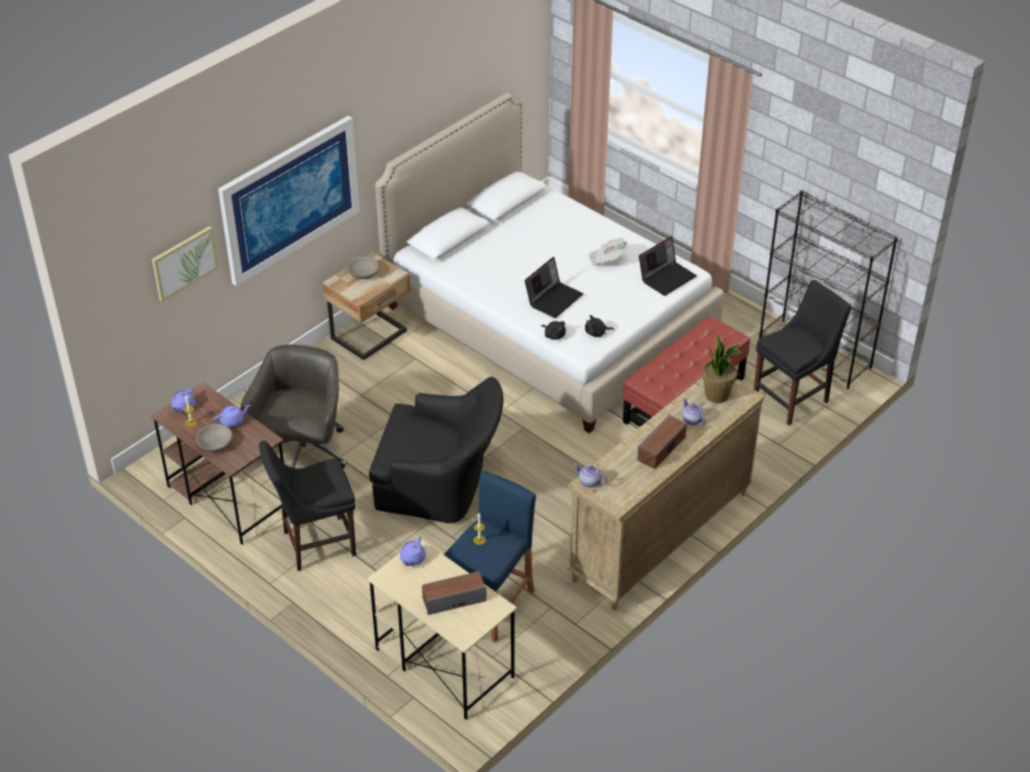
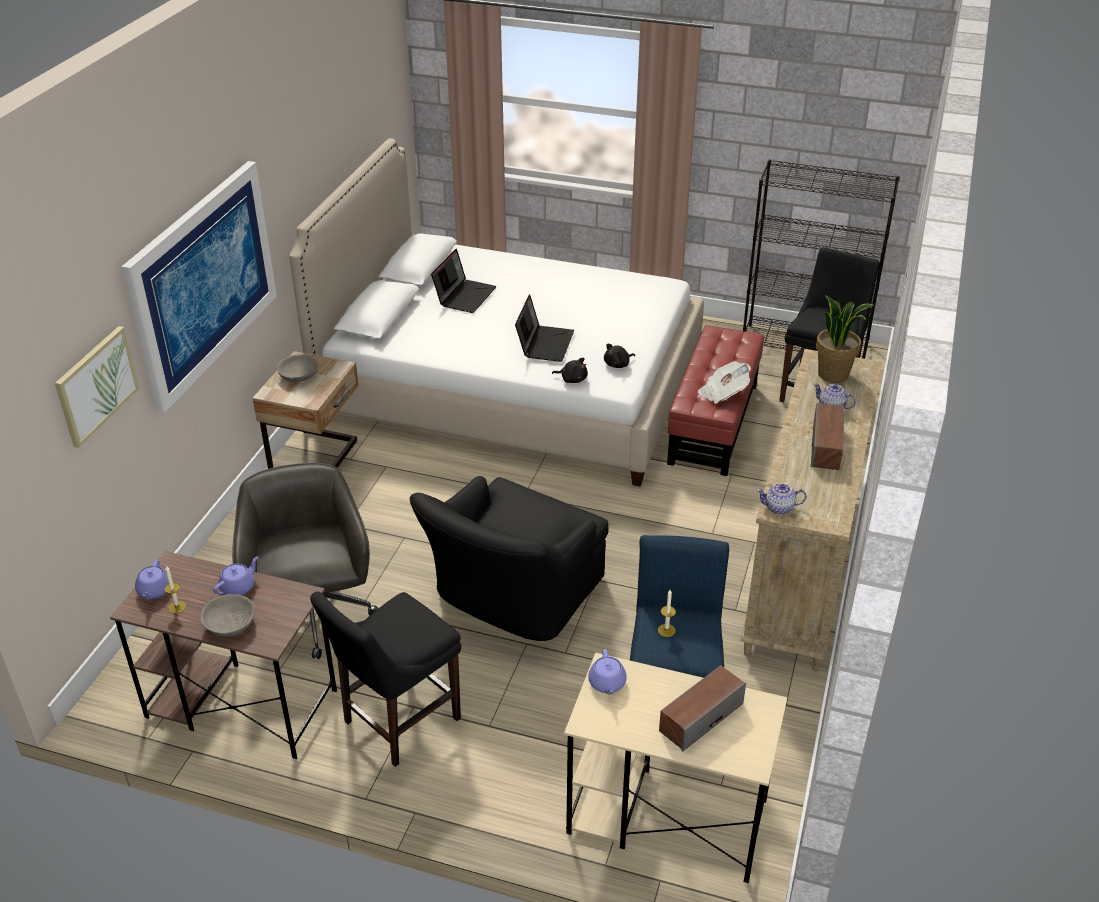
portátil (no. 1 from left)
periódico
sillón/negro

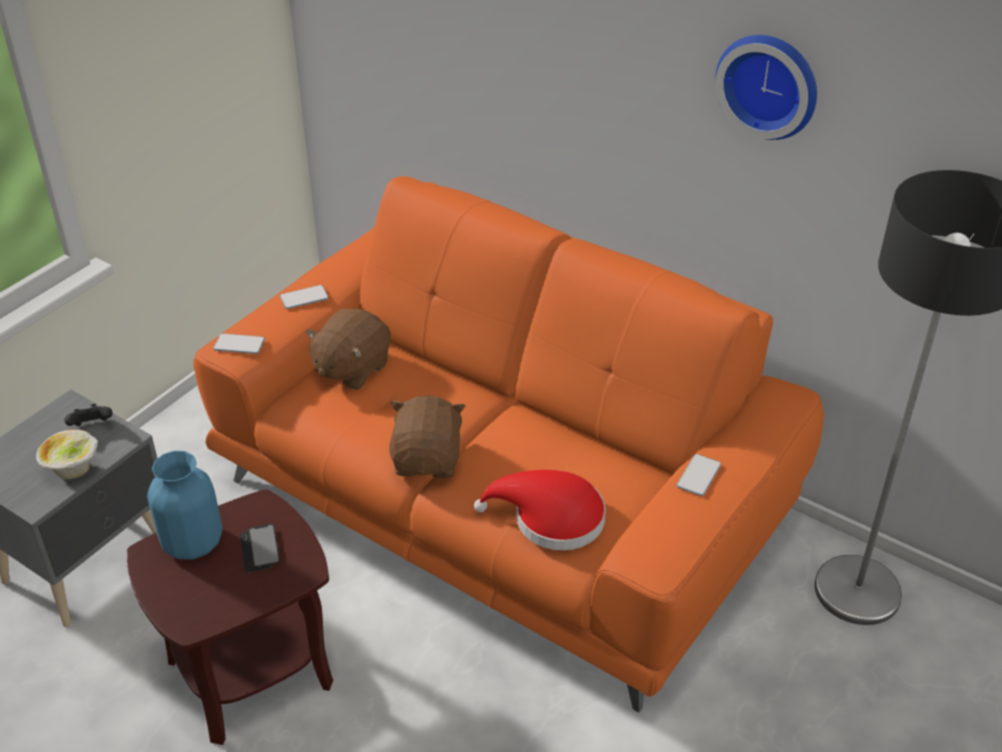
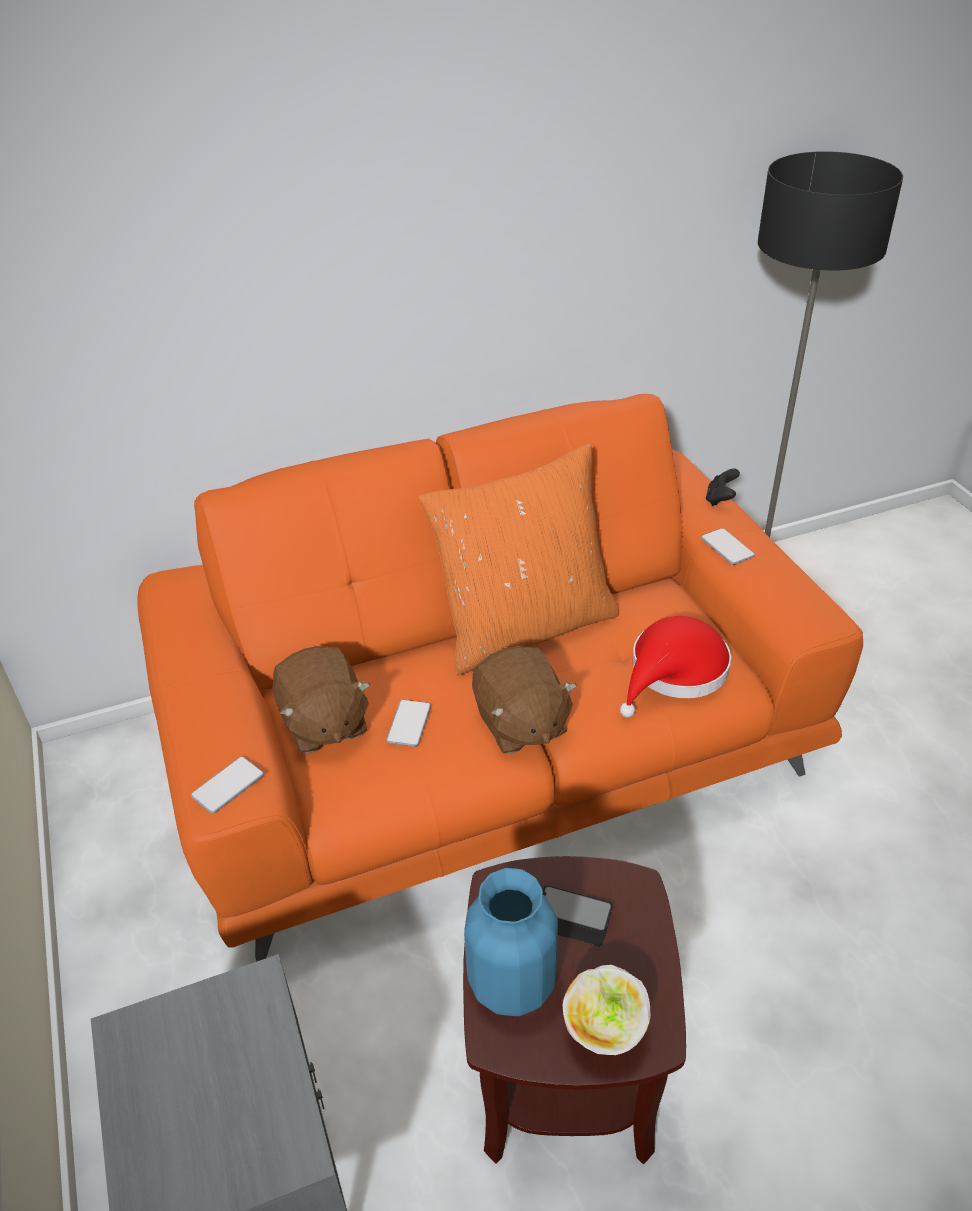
reloj de pared
móvil (no. 2 from left)
peluche/marrón (no. 2 from left)
mando de consola/negro
cuenco
cojín/naranja

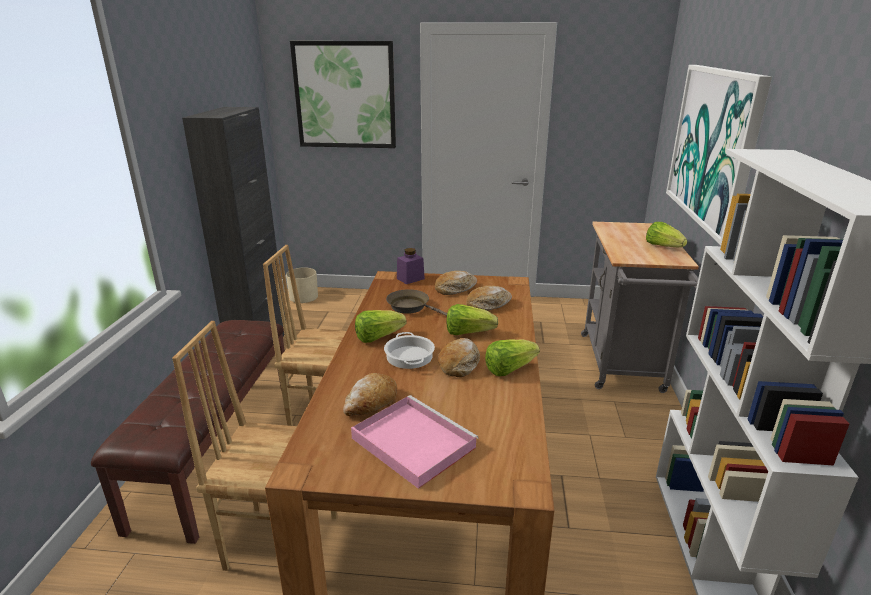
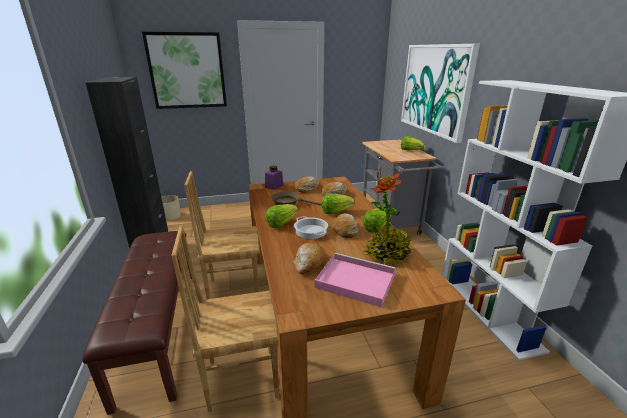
planta en maceta

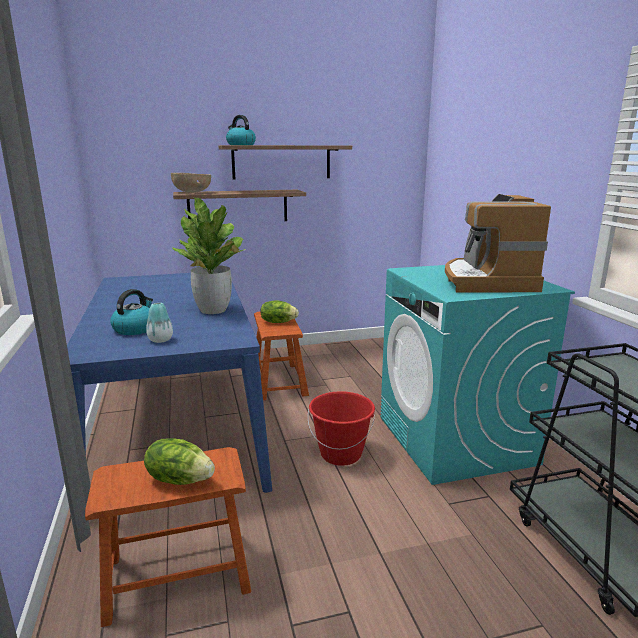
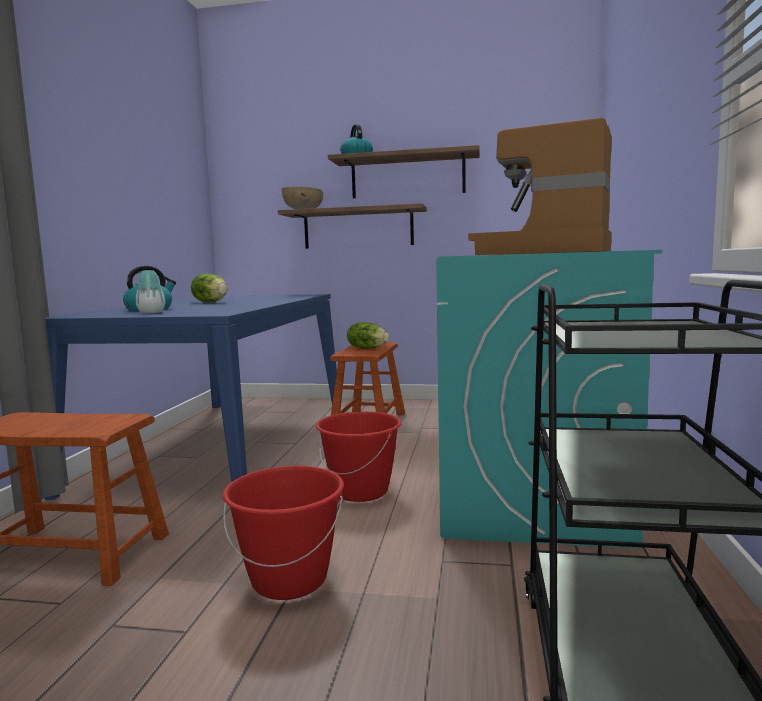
planta en maceta
lechuga (no. 1 from left)
cubo/rojo (no. 1 from left)

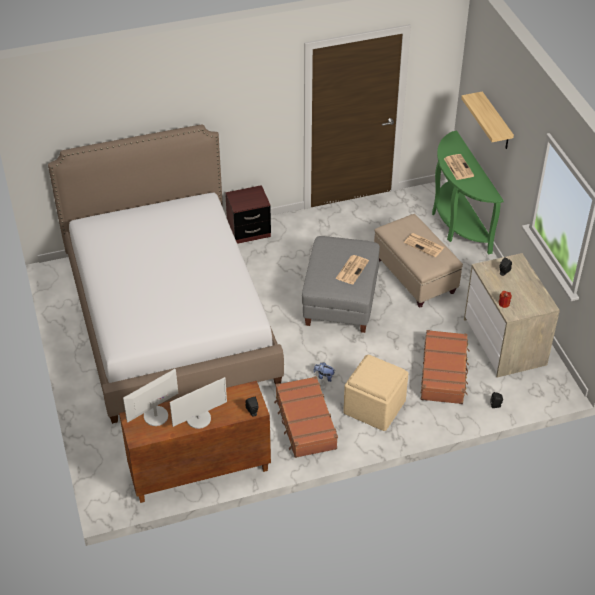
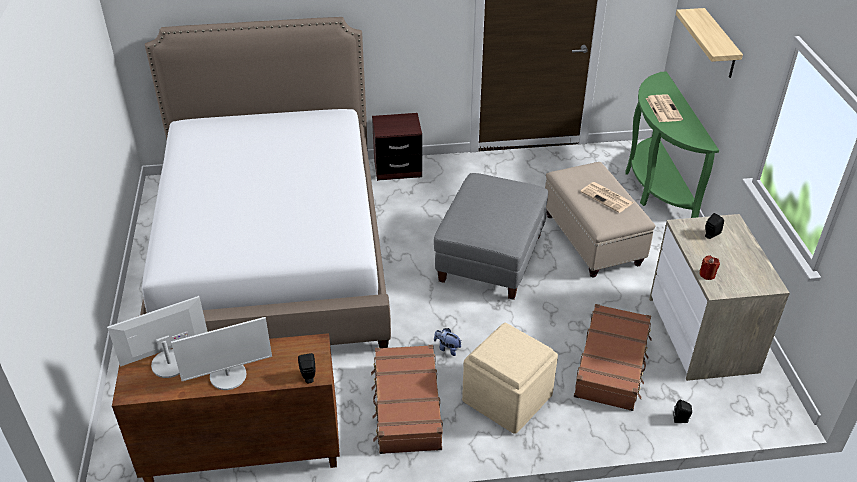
periódico (no. 1 from left in the first image)

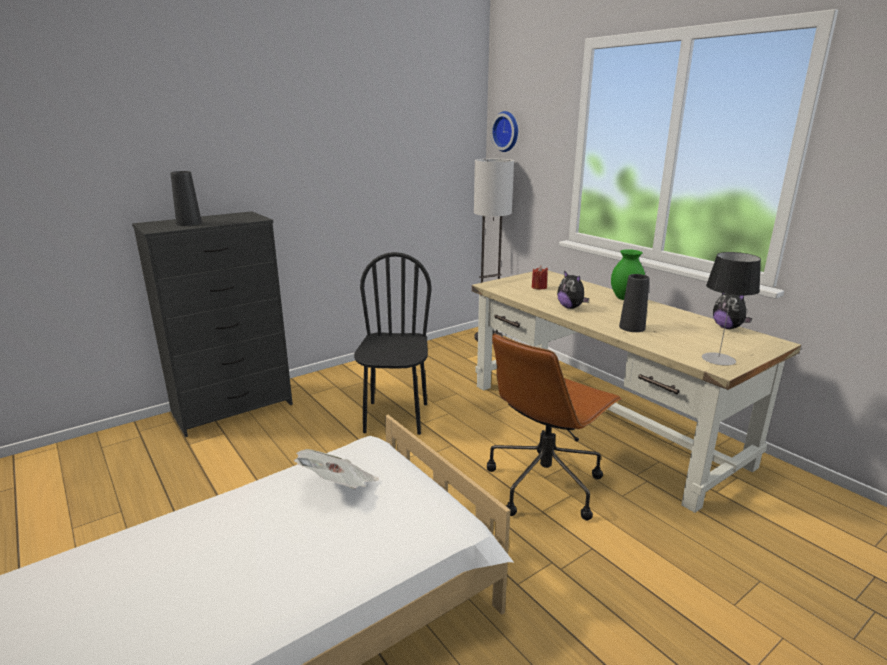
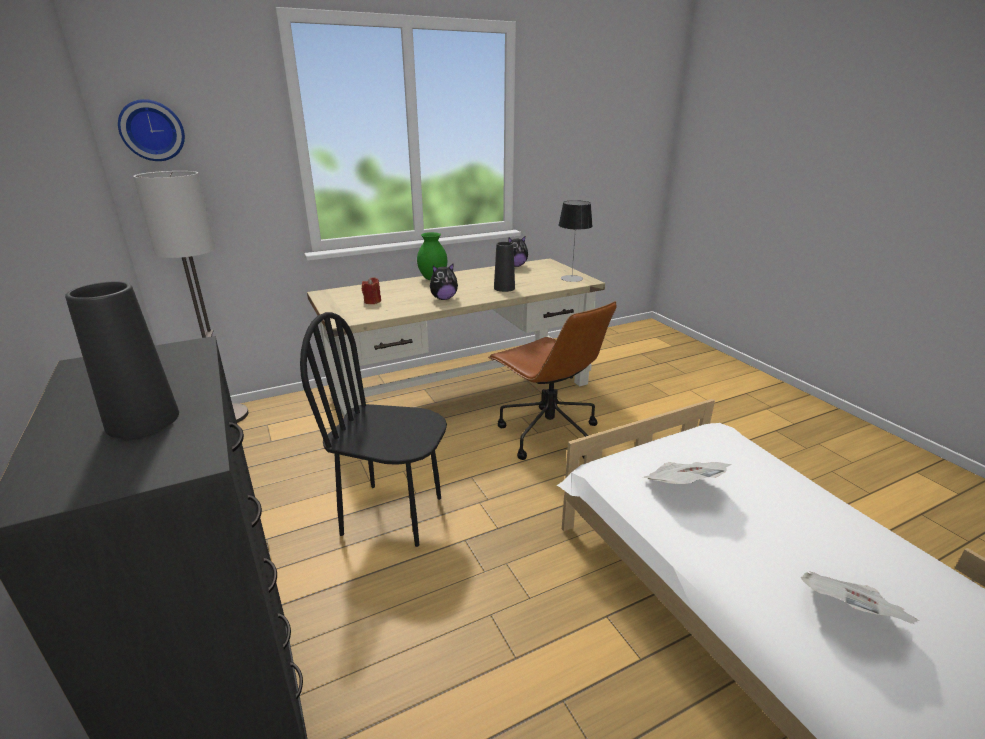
periódico (no. 2 from left)

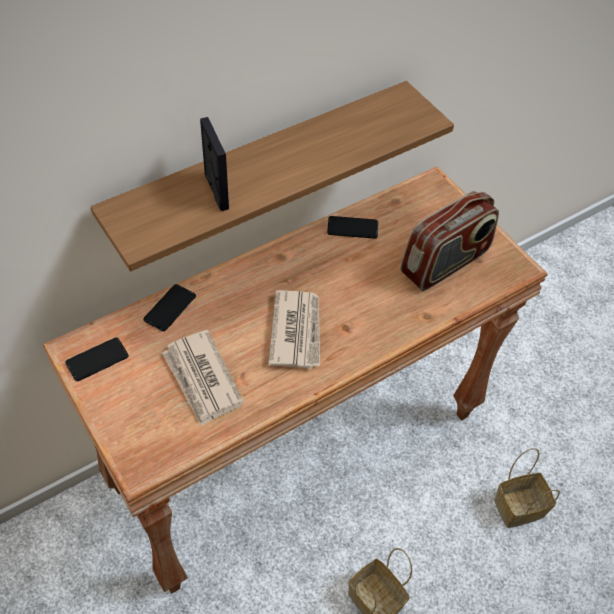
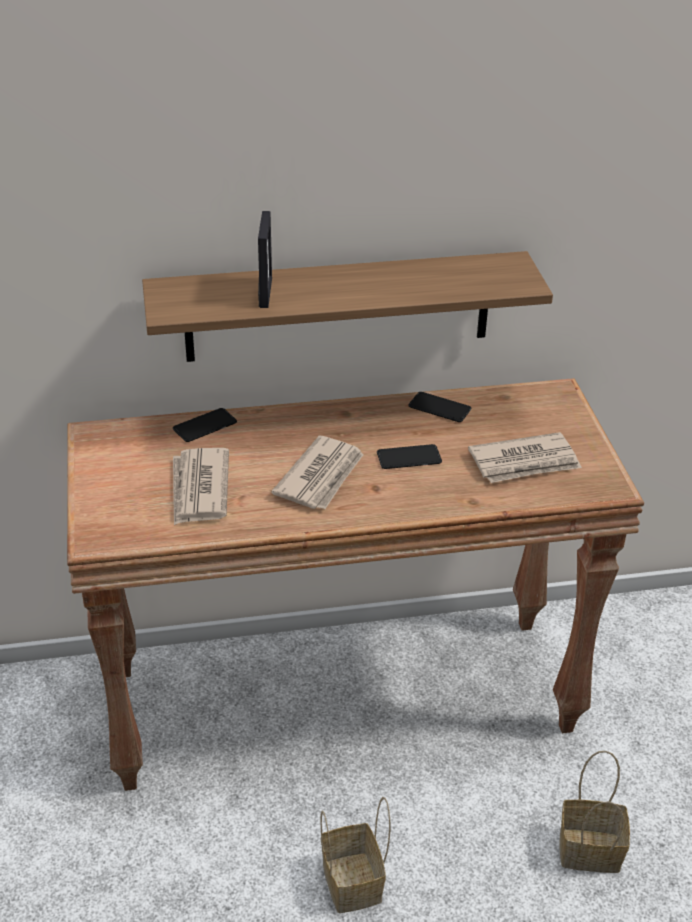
periódico (no. 3 from left)
móvil (no. 2 from left)

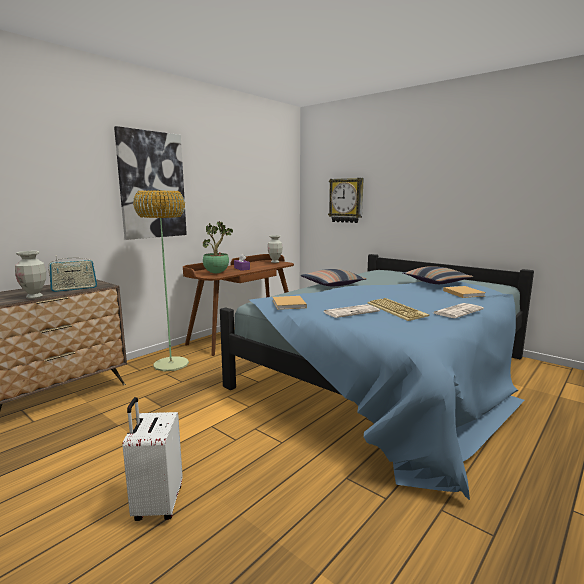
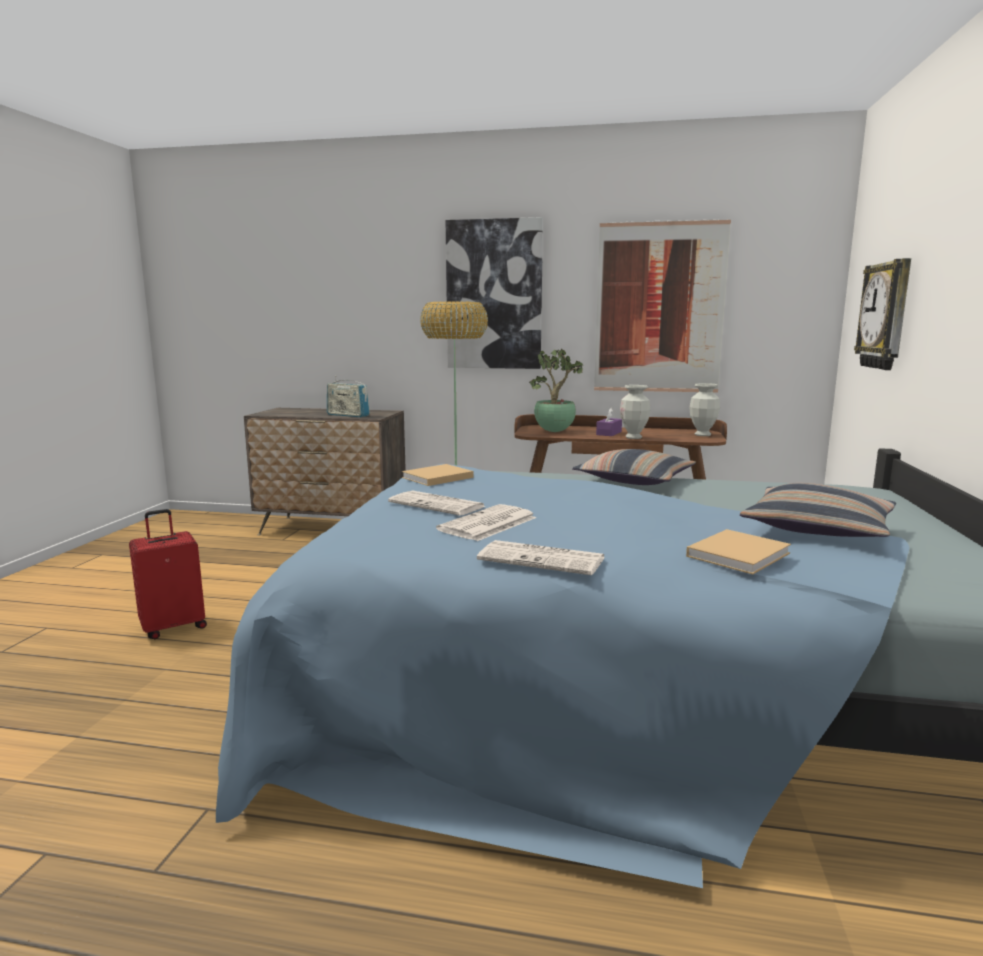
florero (no. 1 from left)
periódico (no. 2 from left)
maleta/rojo
cuadro (no. 2 from left)

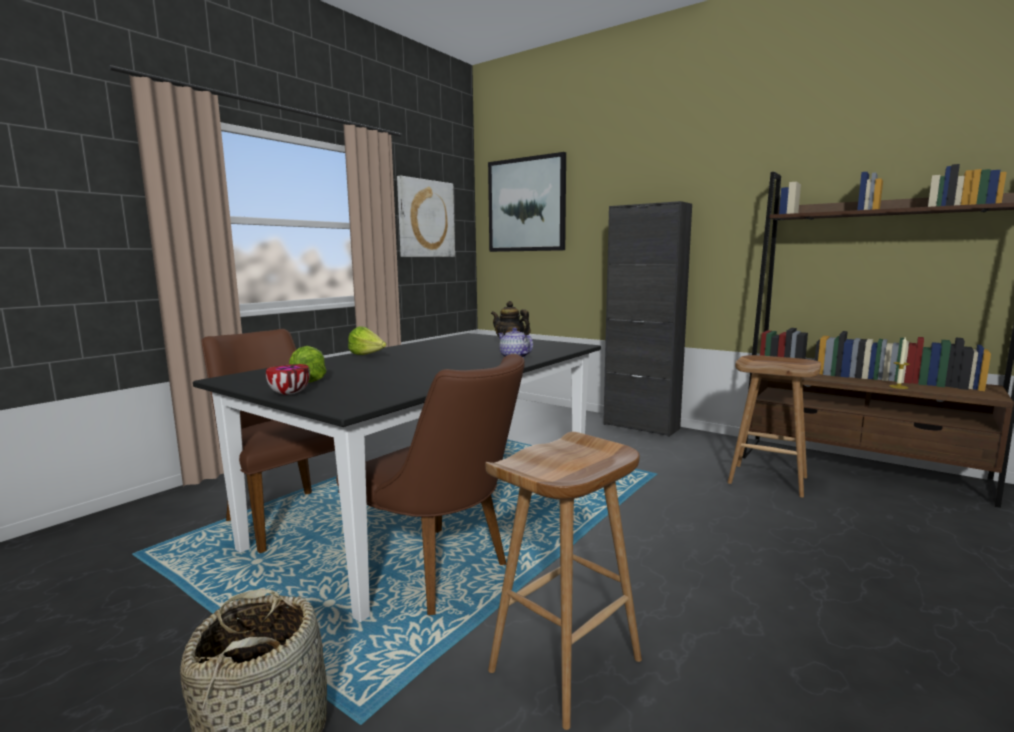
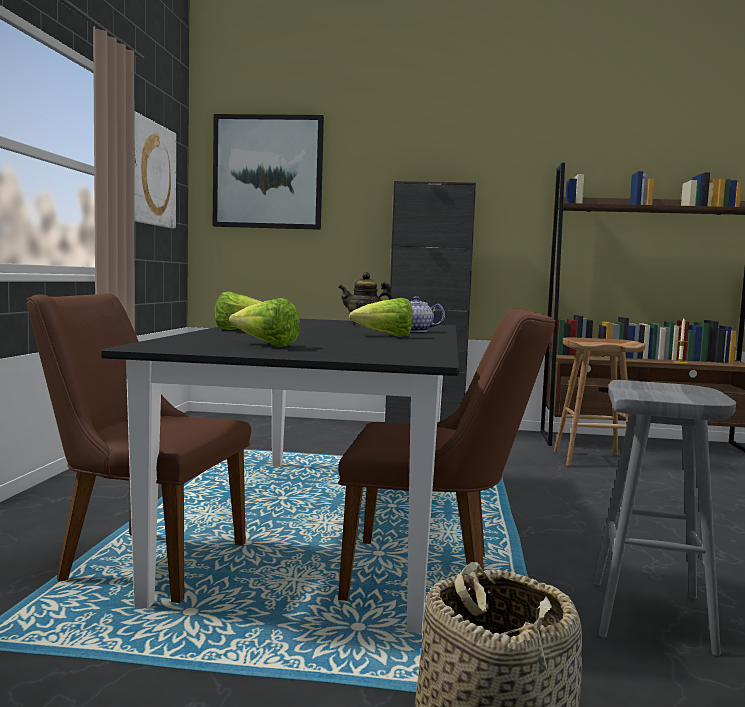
cuenco
taburete/gris
lechuga (no. 3 from left)

